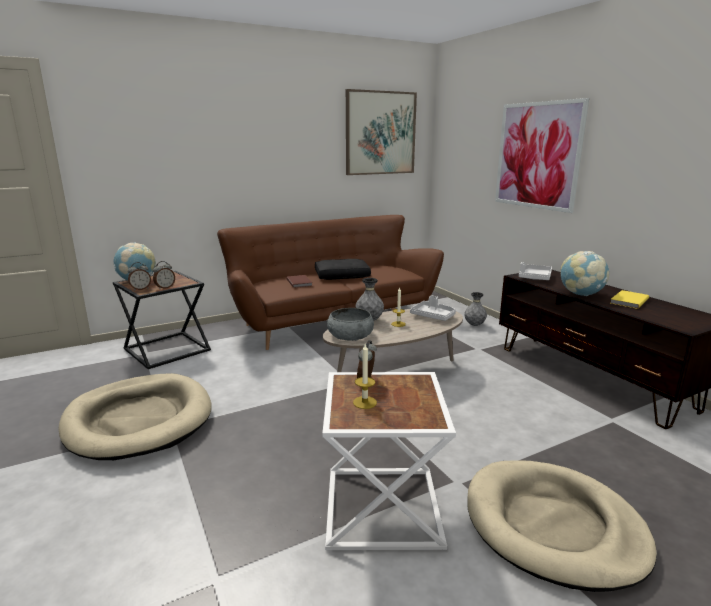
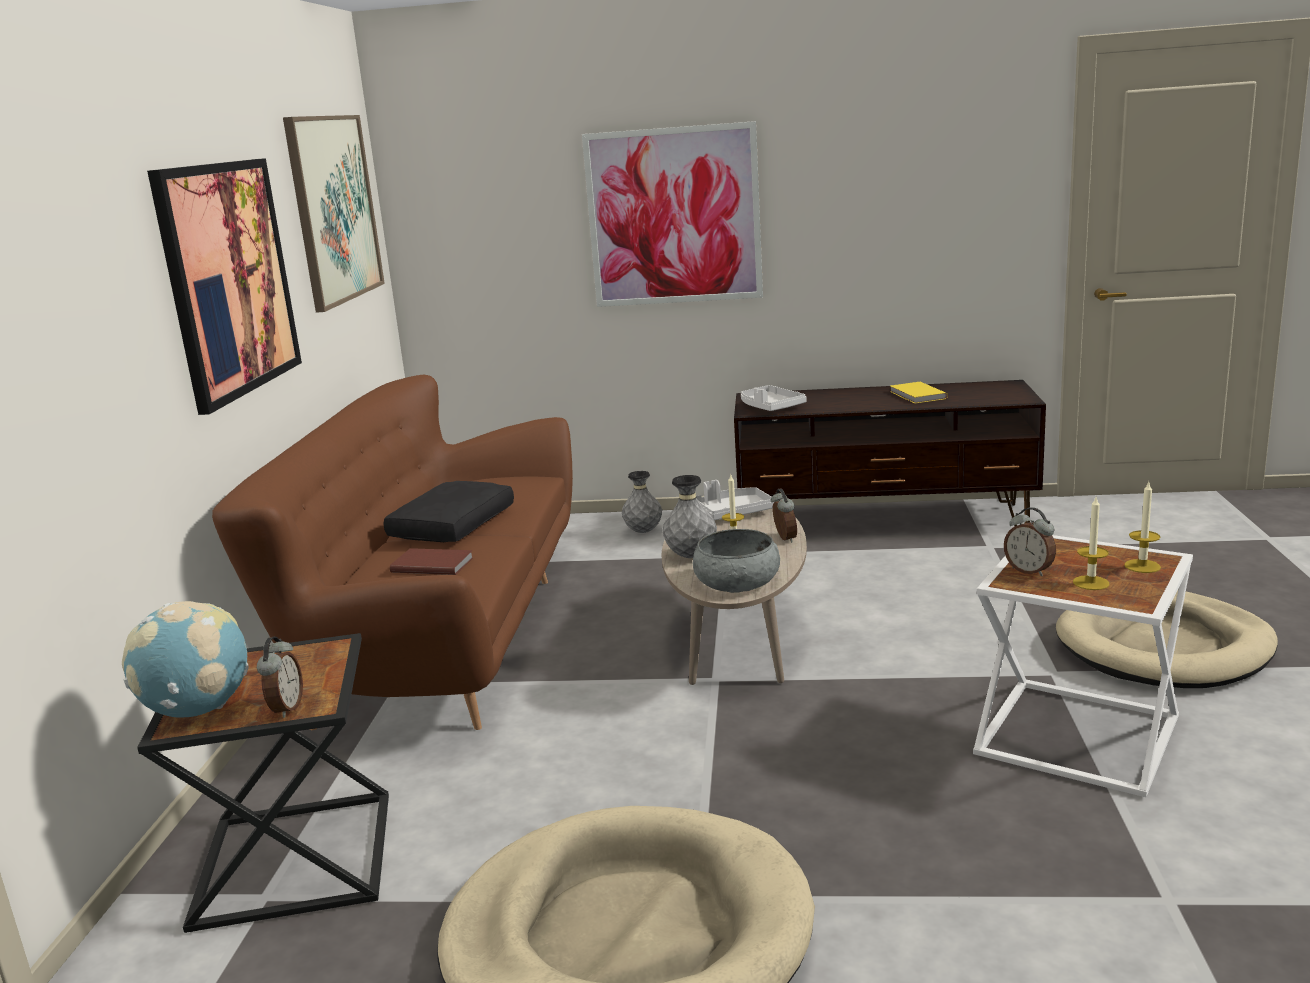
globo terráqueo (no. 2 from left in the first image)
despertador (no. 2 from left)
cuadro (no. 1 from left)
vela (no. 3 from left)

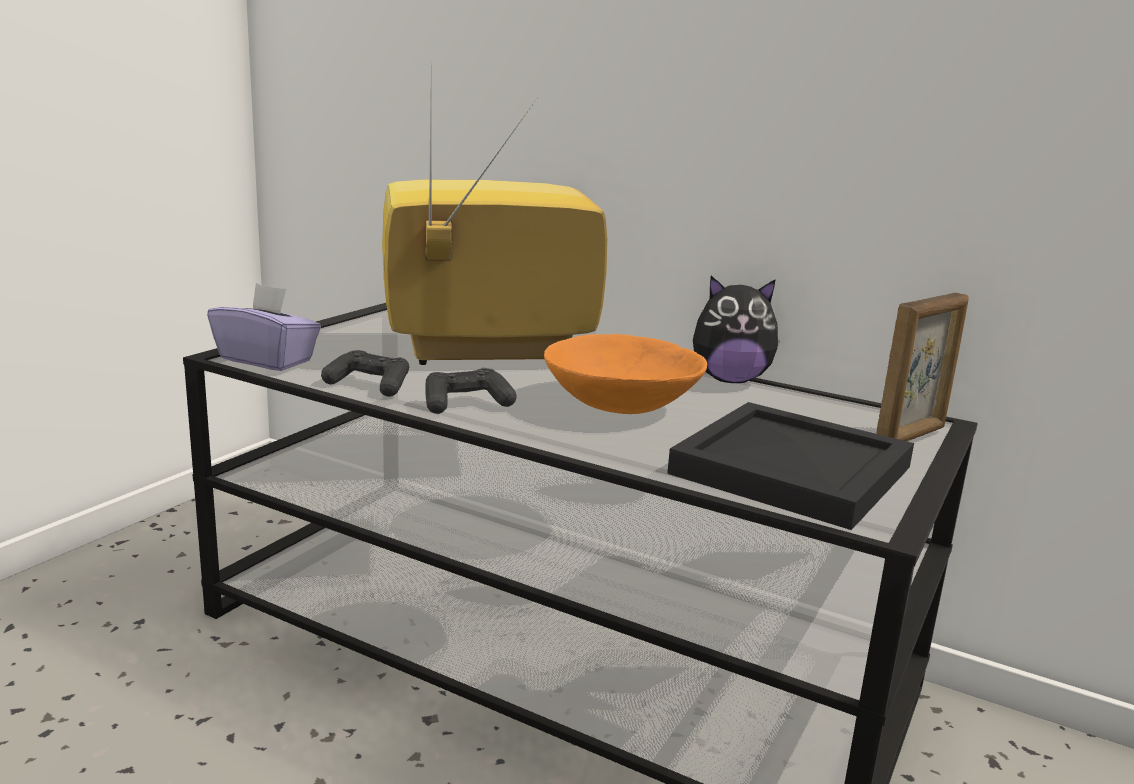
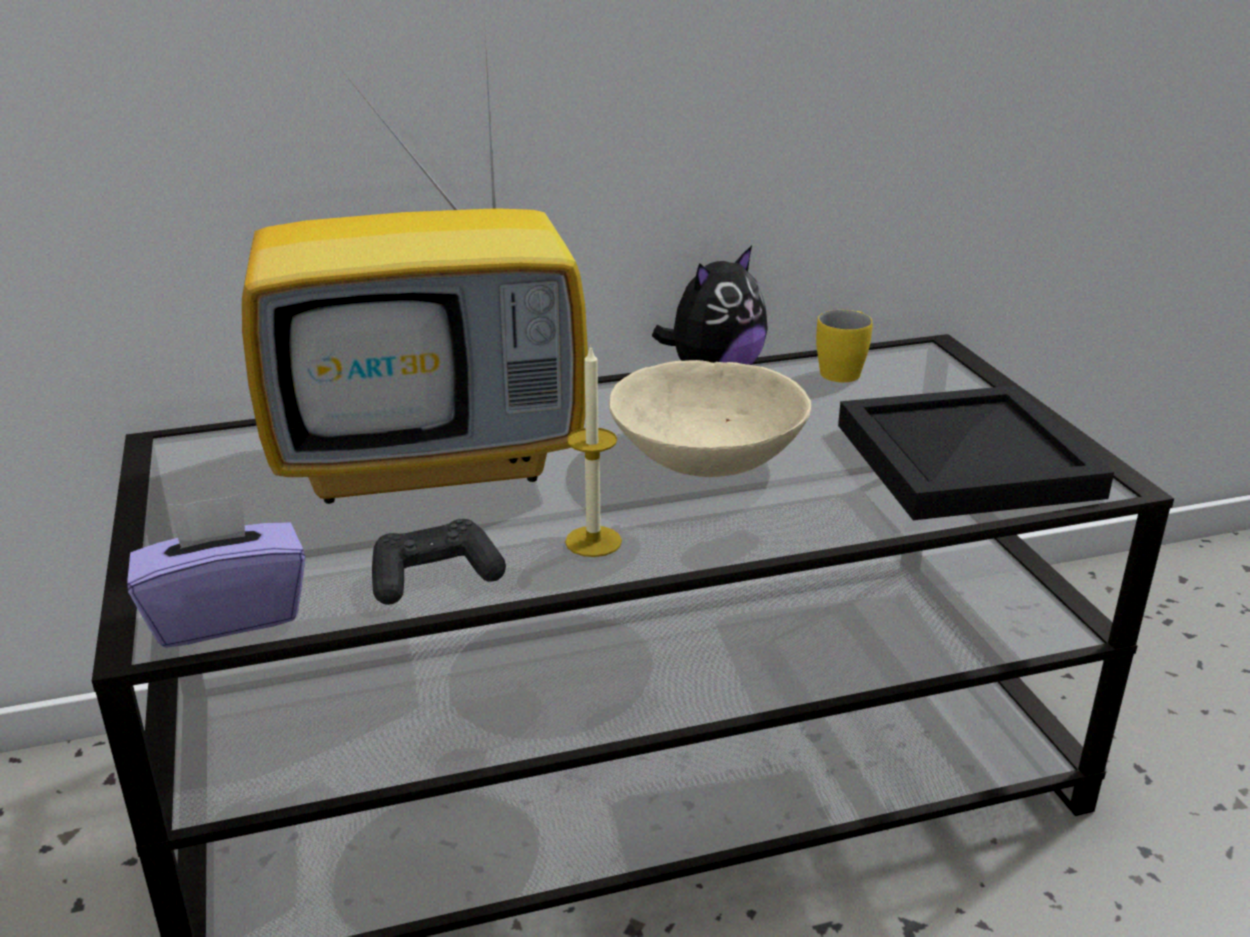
televisor
portarretratos
cuenco/beis
vela
taza grande/amarillo

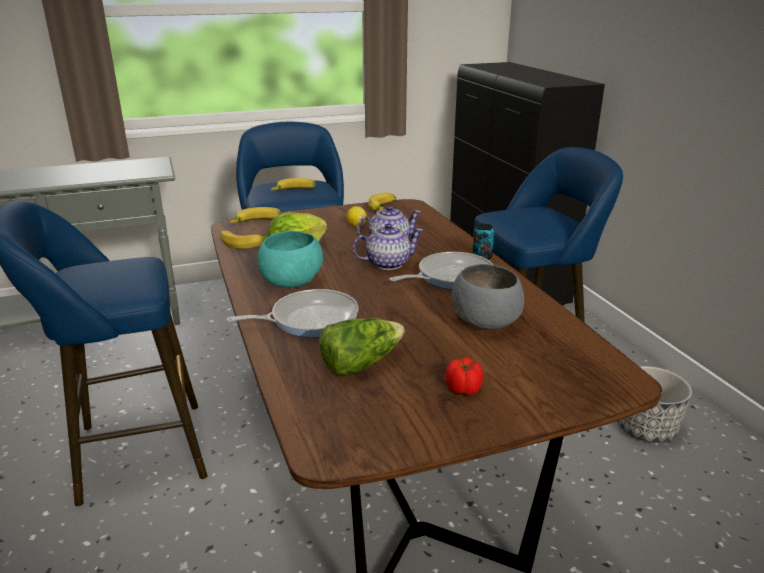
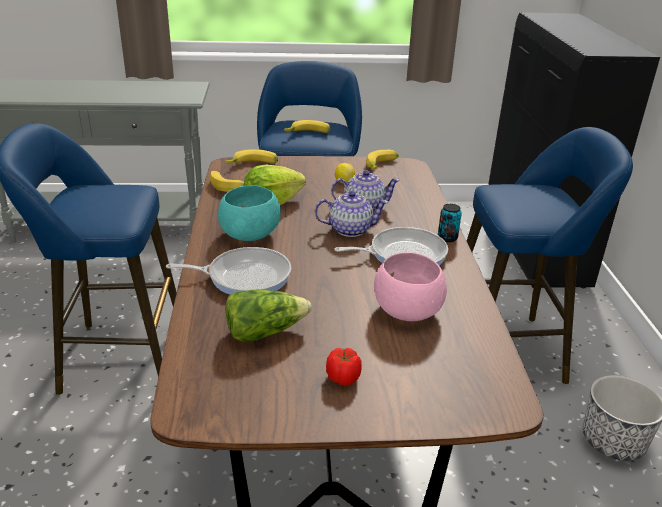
cuenco/rosa

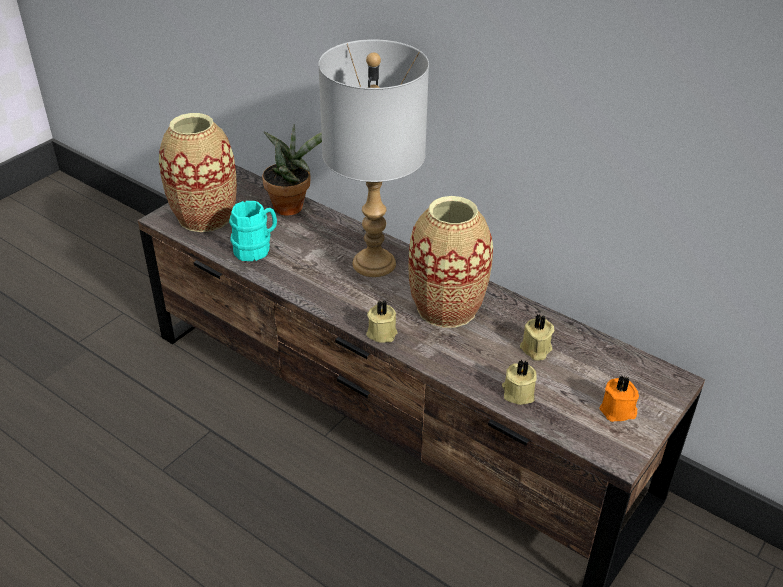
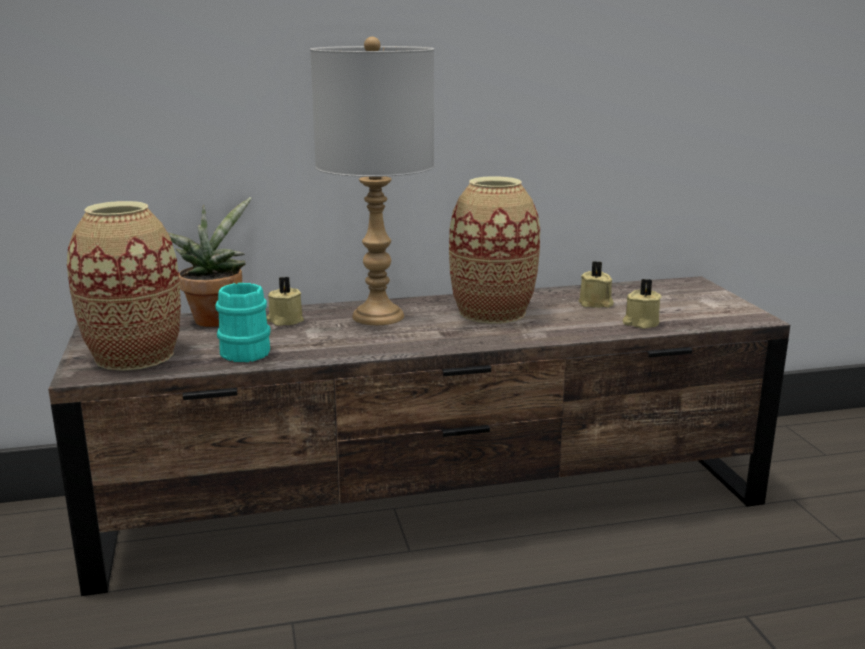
vela/beis (no. 1 from left)
vela/naranja

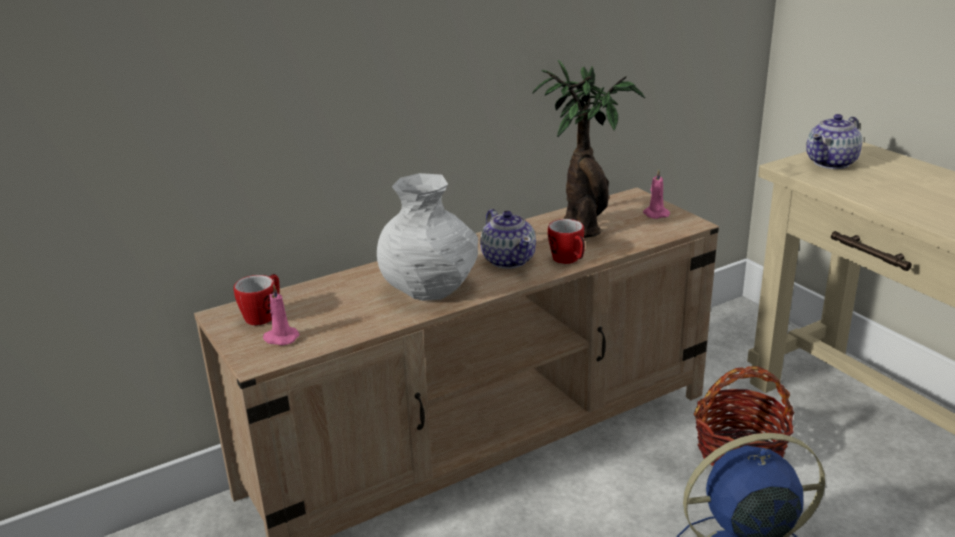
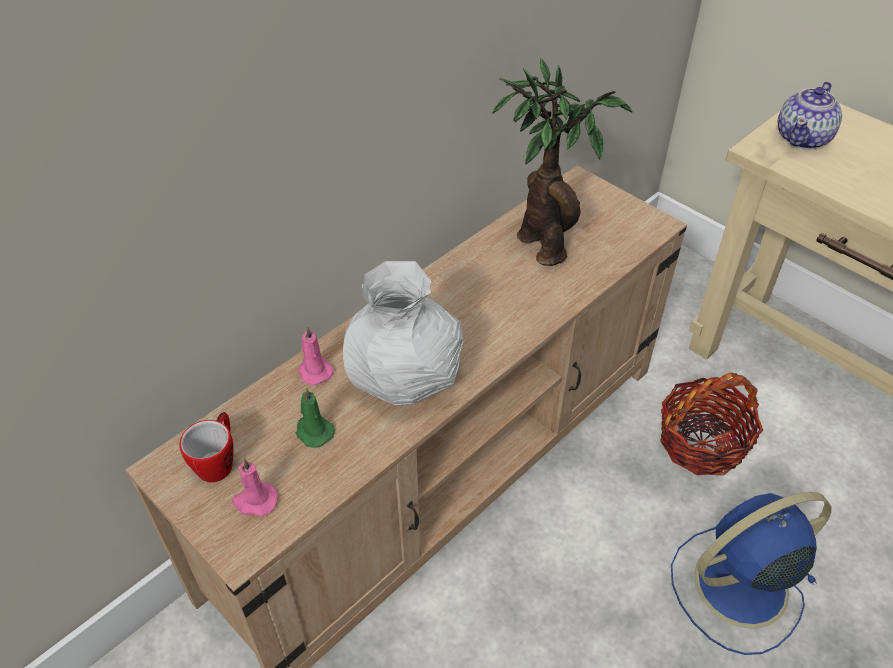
vela/rosa (no. 2 from left)
tetera (no. 1 from left in the first image)
taza grande (no. 2 from left in the first image)
vela/verde

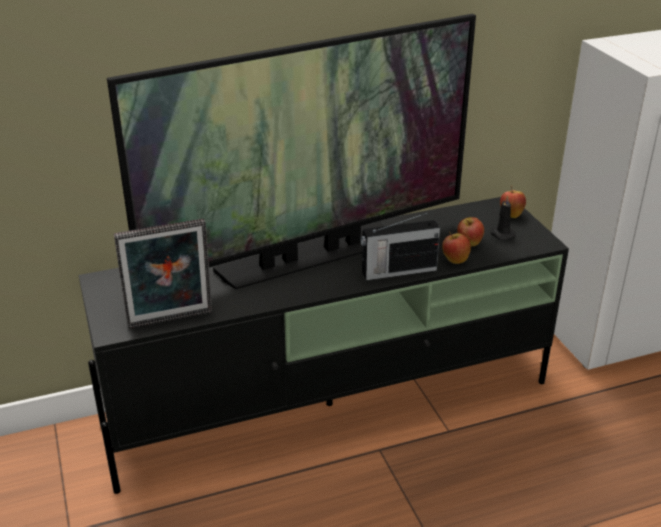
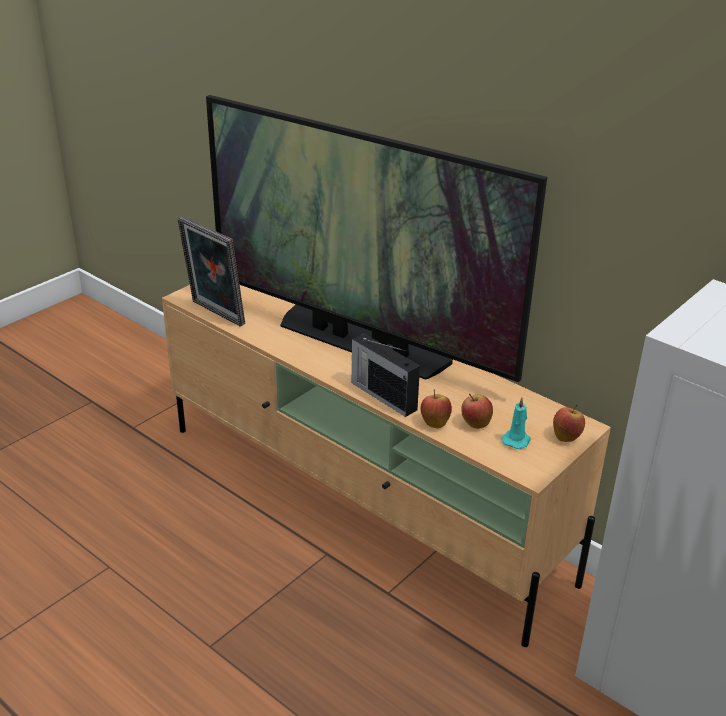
vela/turquesa
mueble de televisión/beis

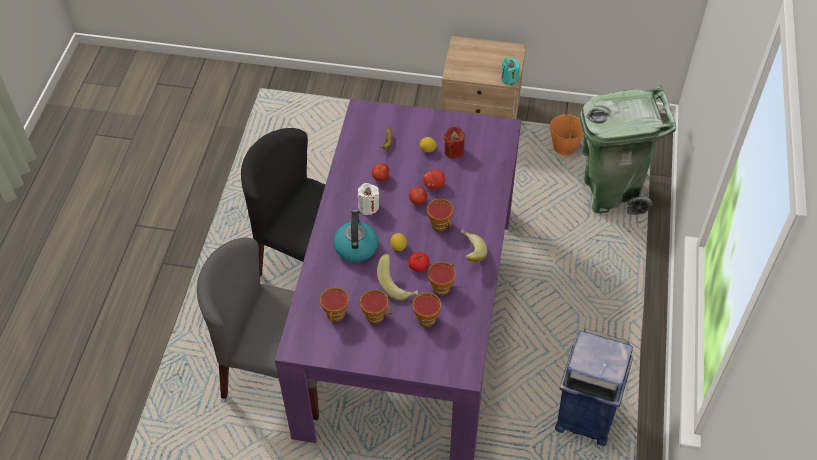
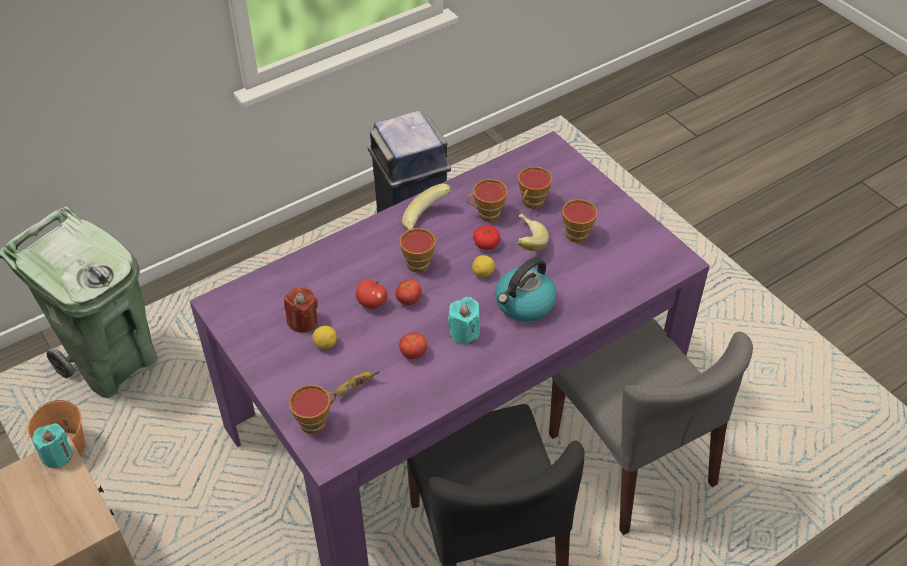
vela/turquesa (no. 2 from left)
taza (no. 1 from left)

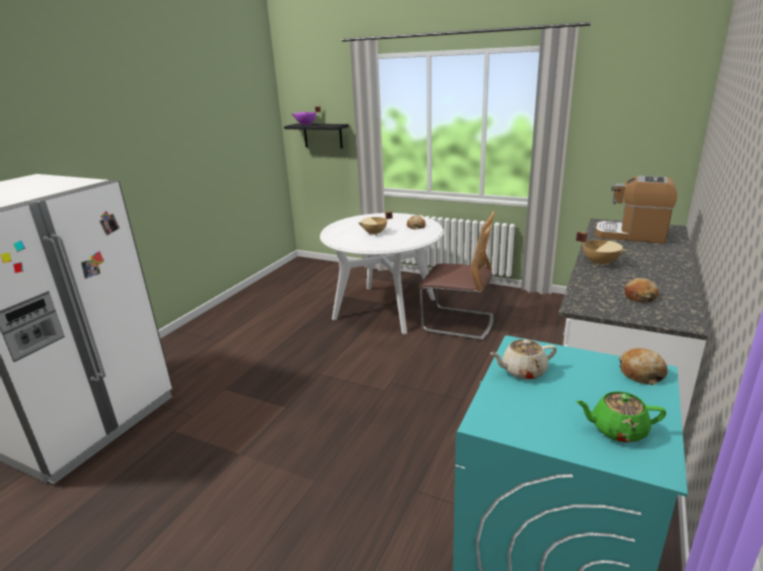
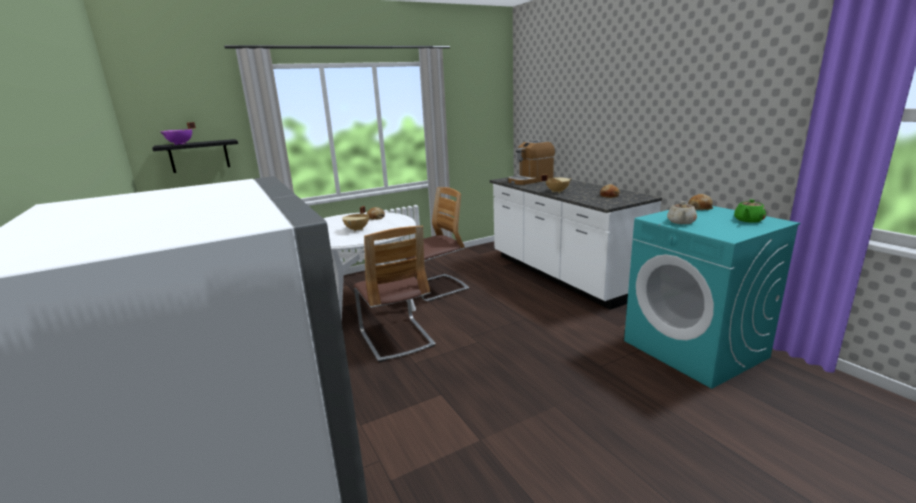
silla (no. 1 from left)

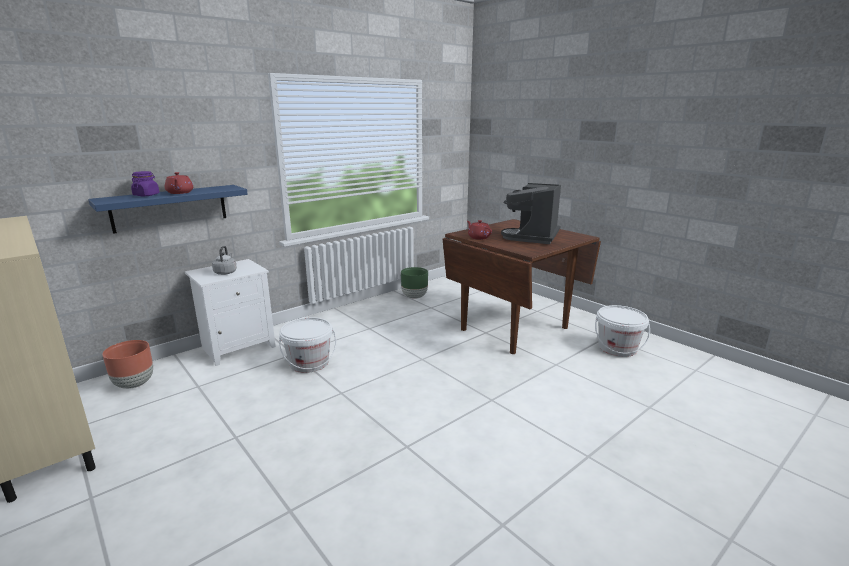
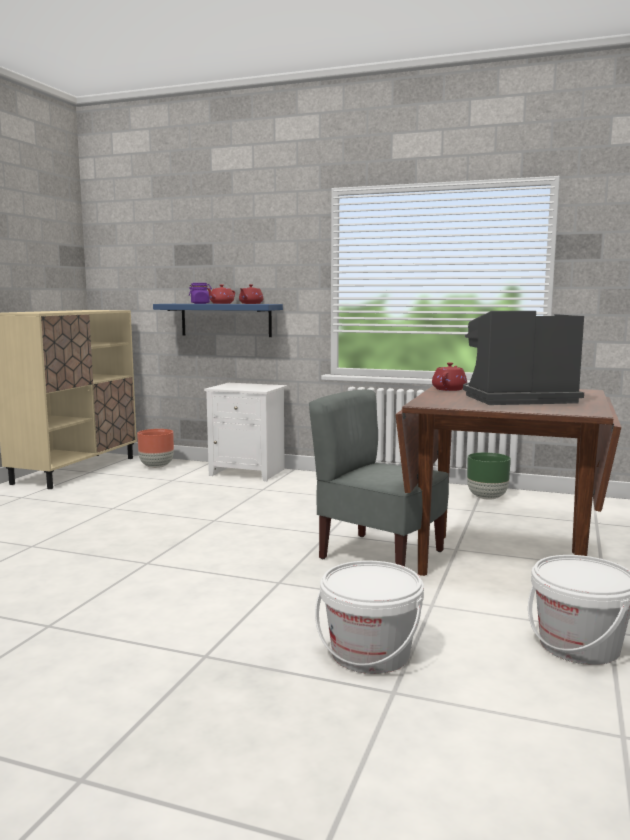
hervidor/gris
cubo/blanco (no. 1 from left)
tetera/rojo (no. 2 from left)
silla/gris

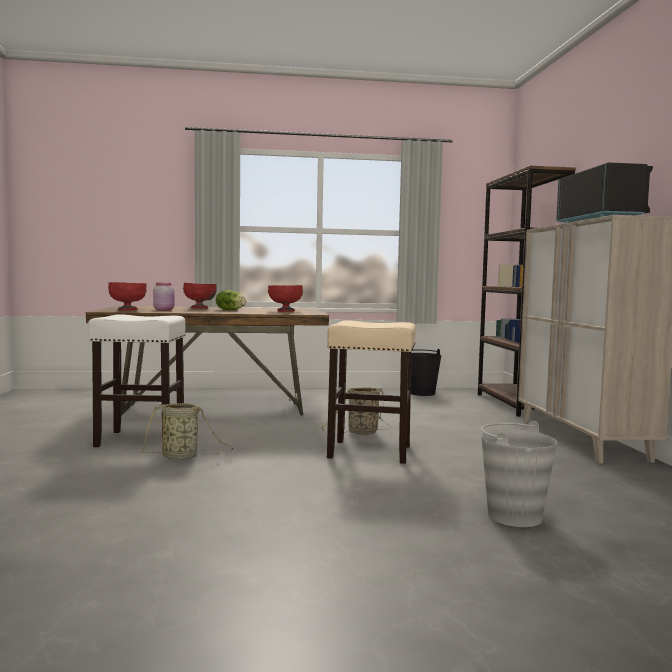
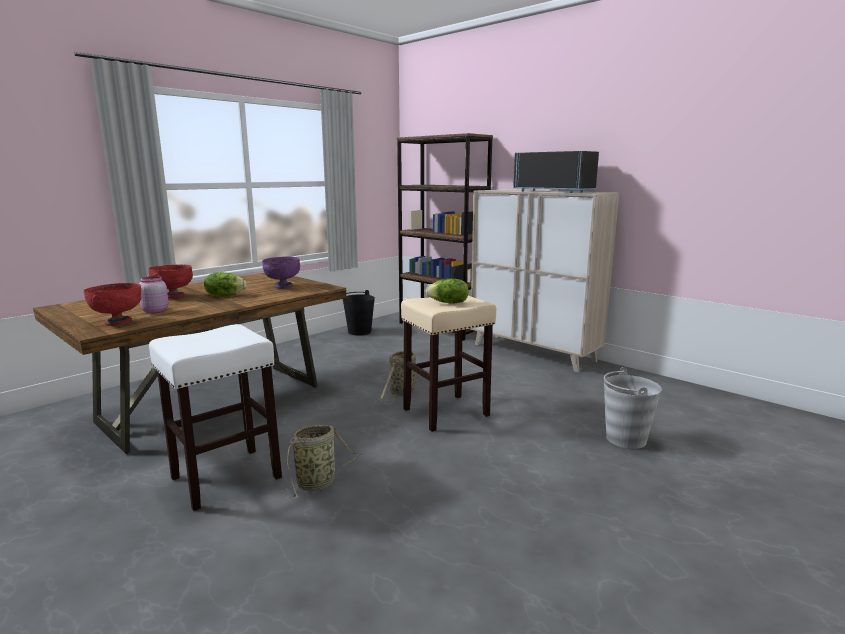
cuenco/morado
lechuga (no. 2 from left)

